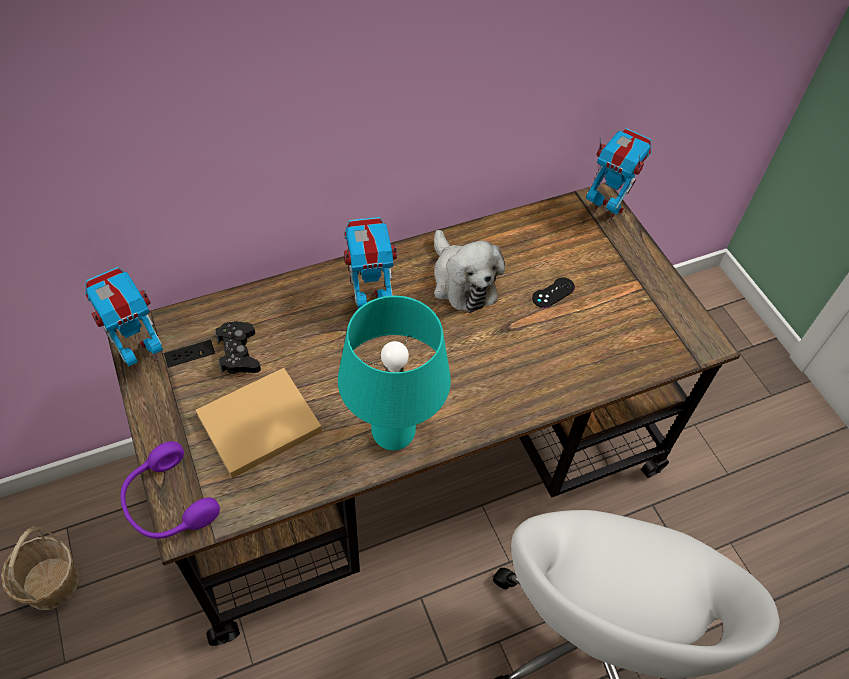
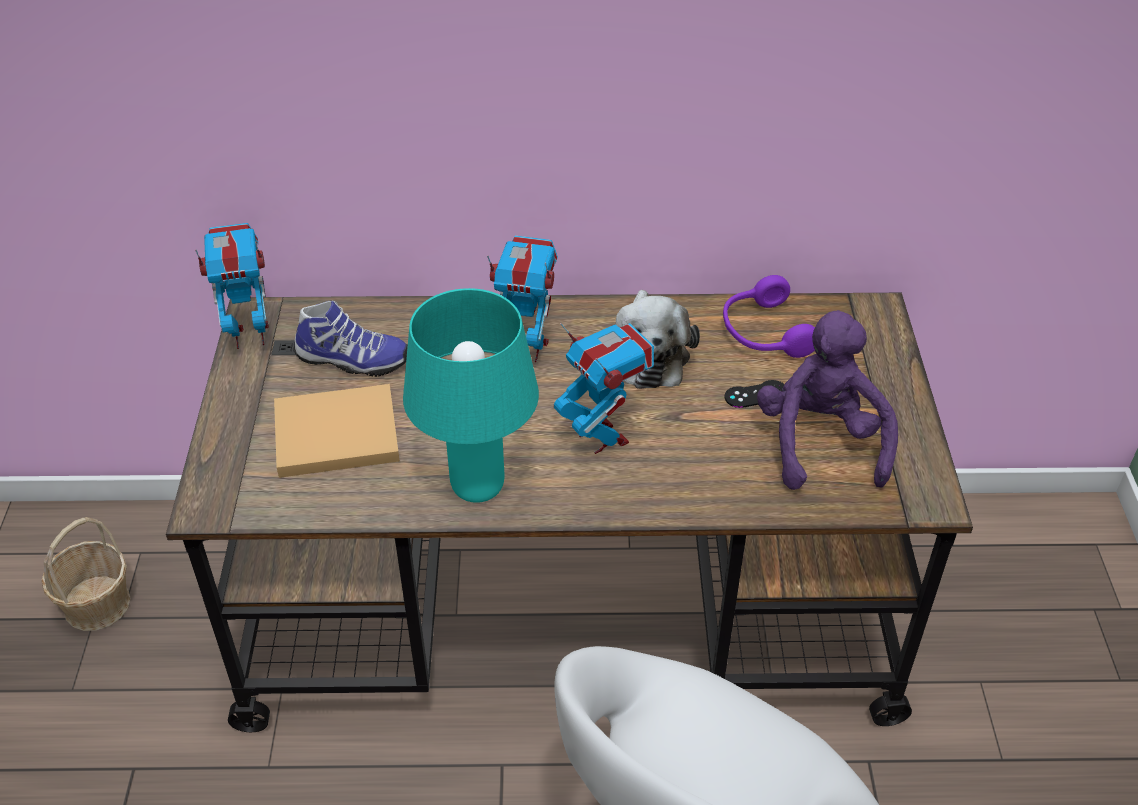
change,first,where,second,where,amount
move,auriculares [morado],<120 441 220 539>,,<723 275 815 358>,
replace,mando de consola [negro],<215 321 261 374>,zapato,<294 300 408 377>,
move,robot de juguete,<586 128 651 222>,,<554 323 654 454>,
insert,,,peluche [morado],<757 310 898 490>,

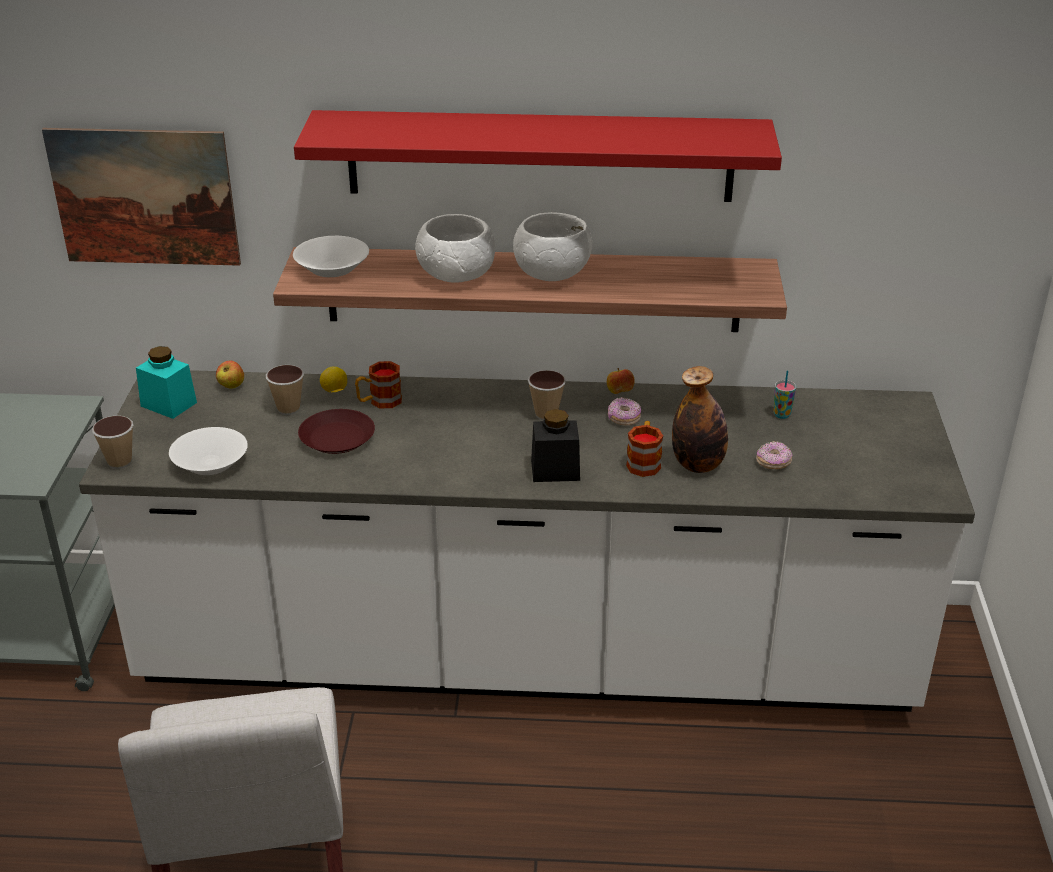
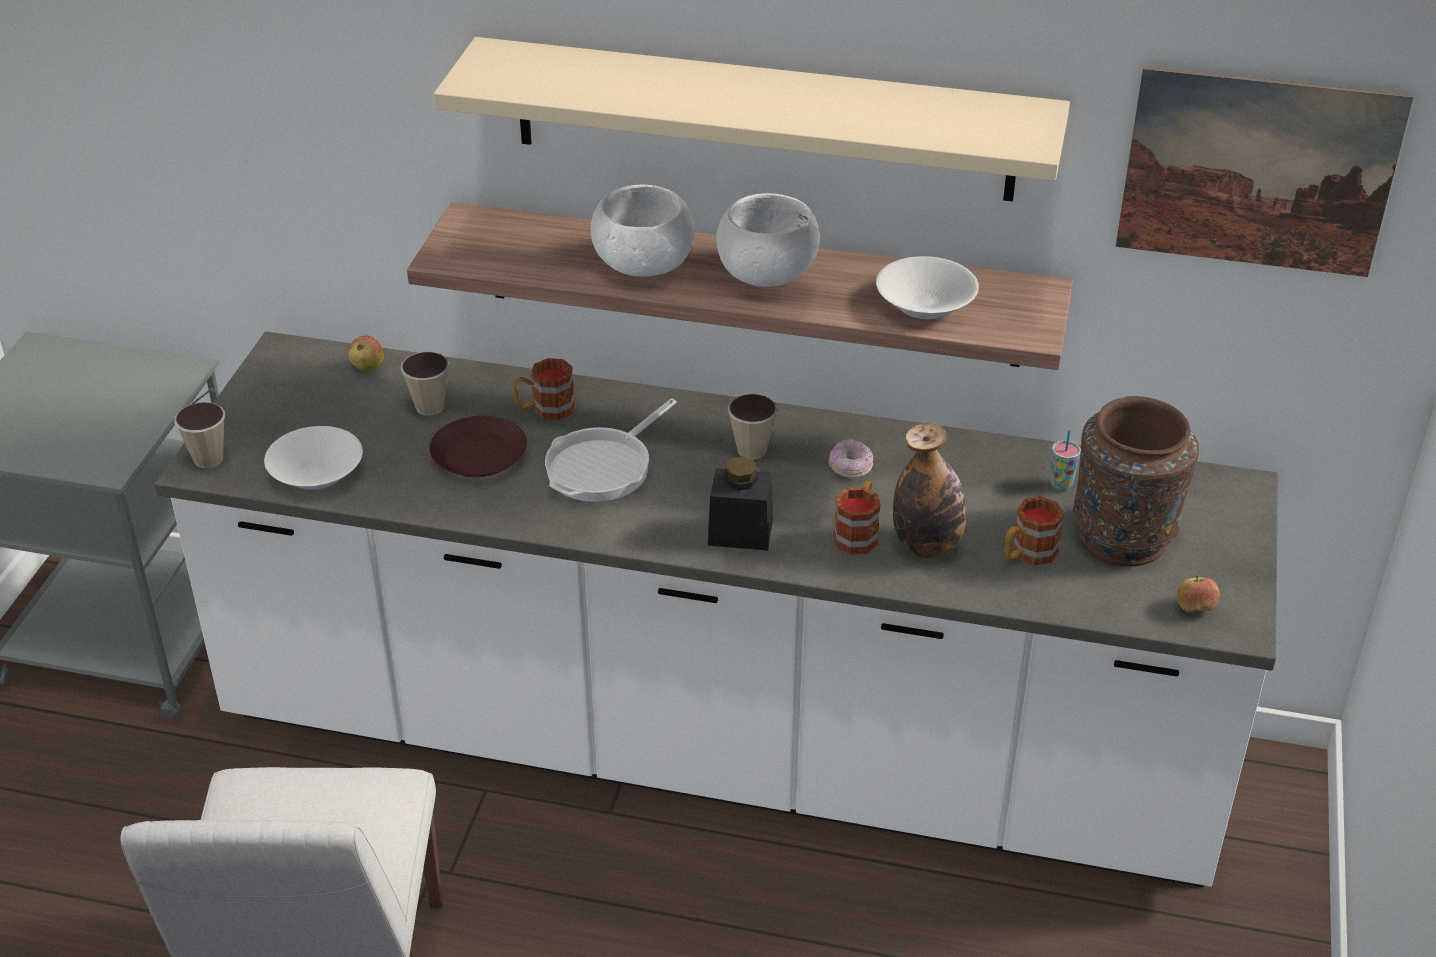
change,first,where,second,where,amount
move,cuadro,<42 128 241 266>,,<1116 66 1414 277>,
delete,tarro [turquesa],<136 346 197 419>,,,
move,cuenco [blanco],<293 236 369 277>,,<876 256 979 319>,
recolor,estante [rojo],<294 110 782 202>,estante [beis],<434 37 1070 202>,
delete,limón,<320 366 347 392>,,,
move,manzana,<607 368 635 394>,,<1177 575 1220 613>,
replace,rosquilla,<756 441 793 469>,taza grande,<1005 497 1064 565>,
insert,,,sartén,<545 398 677 502>,
insert,,,florero [marrón],<1073 396 1199 566>,

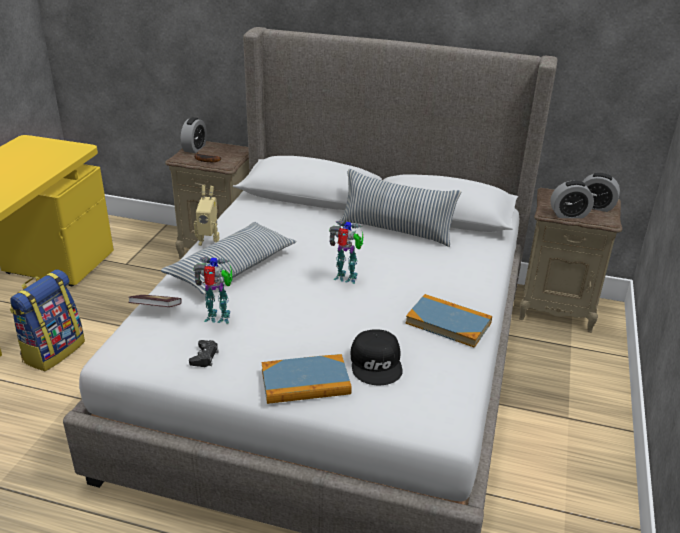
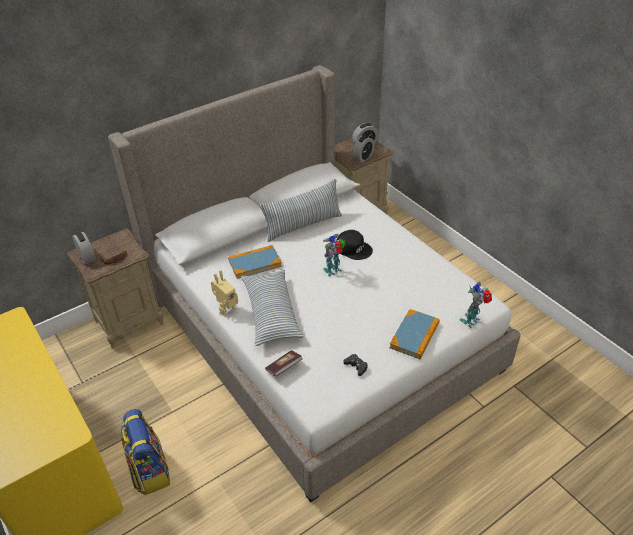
change,first,where,second,where,amount
move,robot de juguete,<193 257 233 324>,,<460 282 492 328>,
move,gorra [negro],<351 329 403 385>,,<337 230 373 260>,
move,libro,<405 294 492 348>,,<228 245 282 279>,

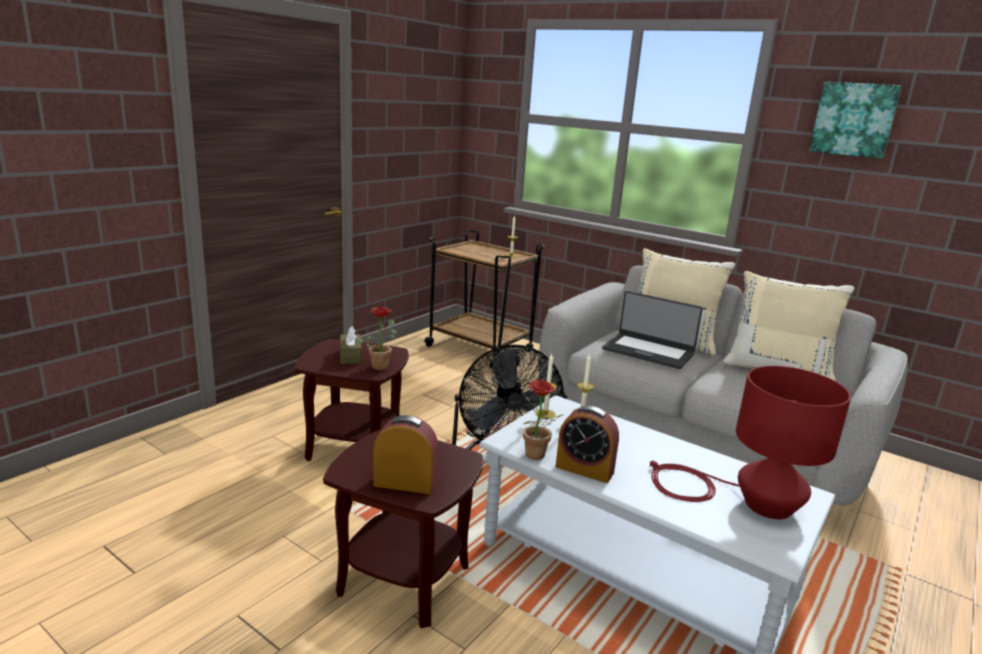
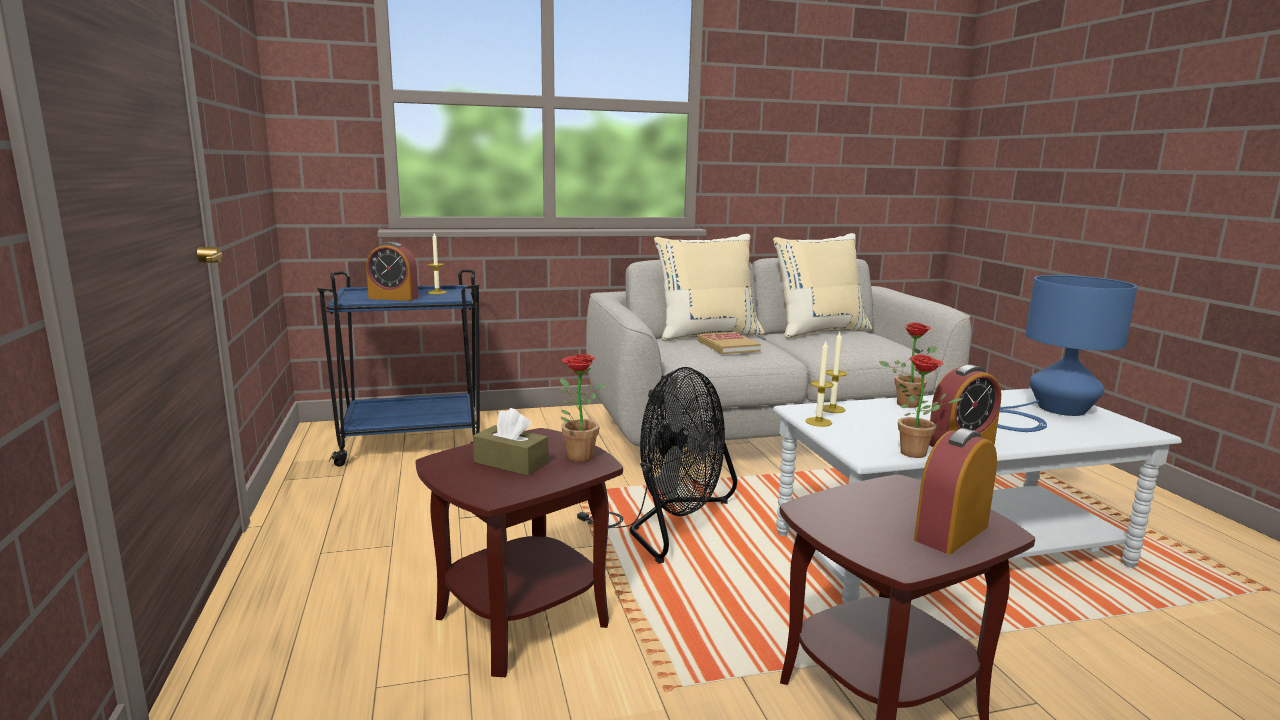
change,first,where,second,where,amount
recolor,carrito [marrón],<424 230 544 369>,carrito [azul],<317 270 480 466>,
replace,portátil,<602 291 703 369>,libro,<697 332 761 354>,
recolor,lámpara de mesa [rojo],<649 366 851 519>,lámpara de mesa [azul],<997 275 1137 432>,
delete,cuadro,<809 82 902 159>,,,
insert,,,despertador,<366 241 419 301>,
insert,,,planta en maceta,<879 322 937 408>,

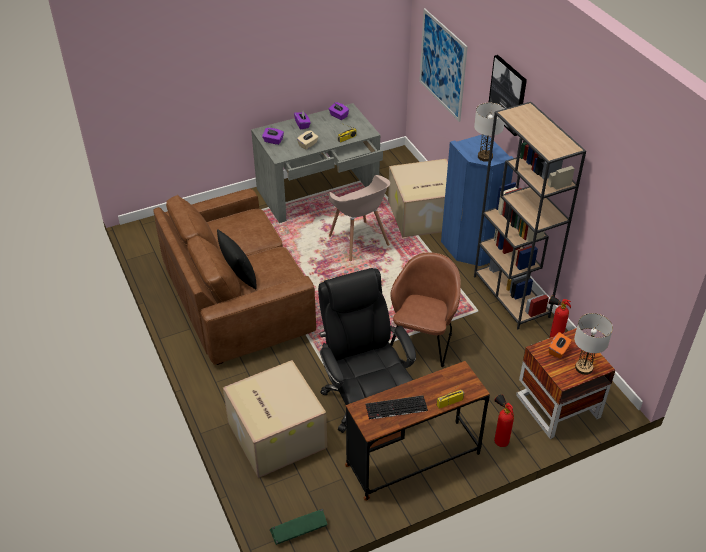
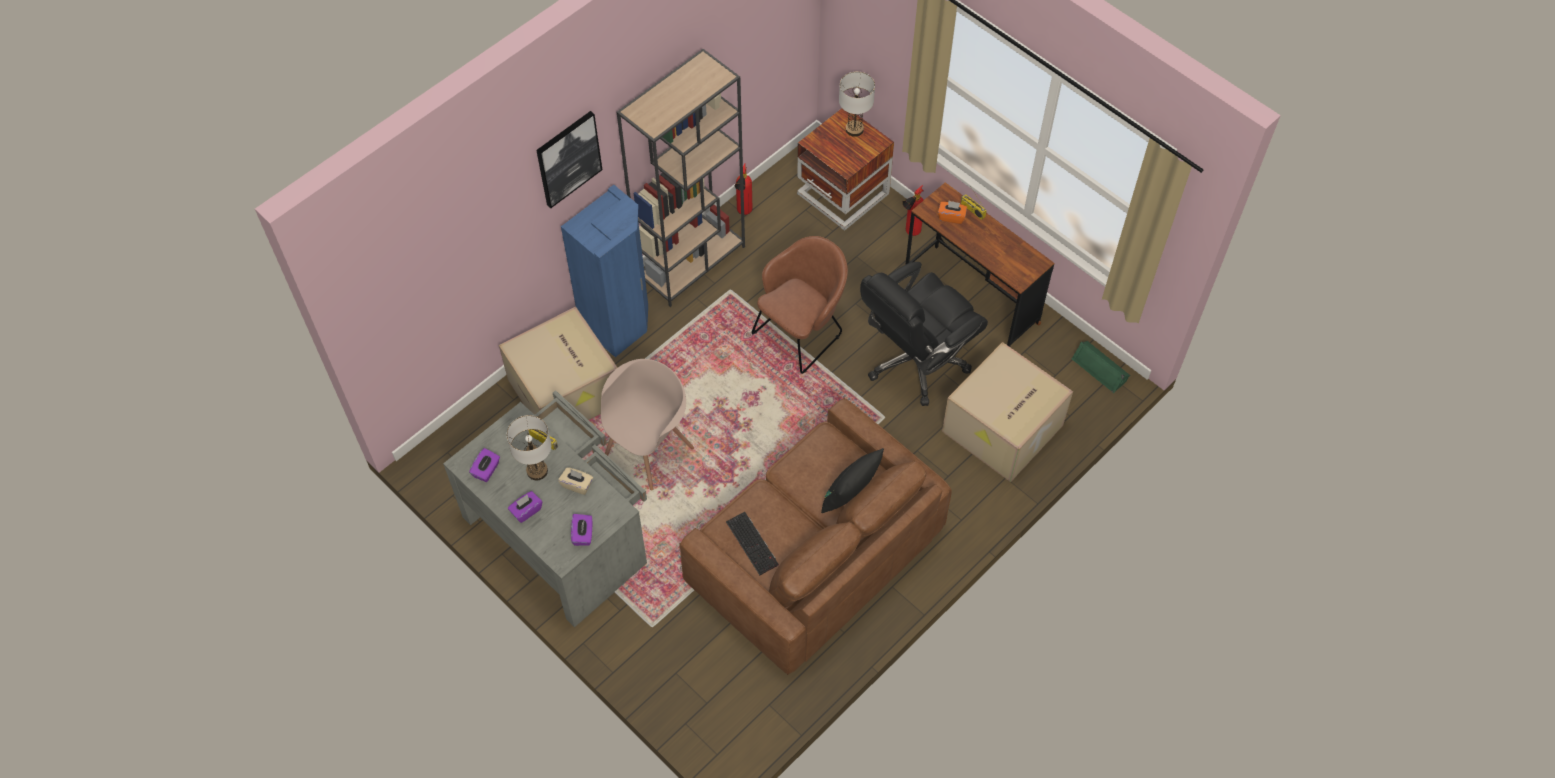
change,first,where,second,where,amount
move,teclado,<365 395 428 420>,,<726 512 779 575>,
rotate,sillón [marrón],<390 252 461 367>,,<751 236 848 374>,135 degrees clockwise
delete,cuadro,<419 8 468 122>,,,
move,lámpara de mesa,<474 103 505 162>,,<507 415 551 480>,
move,caja de pañuelos [naranja],<549 332 572 359>,,<938 200 967 224>,

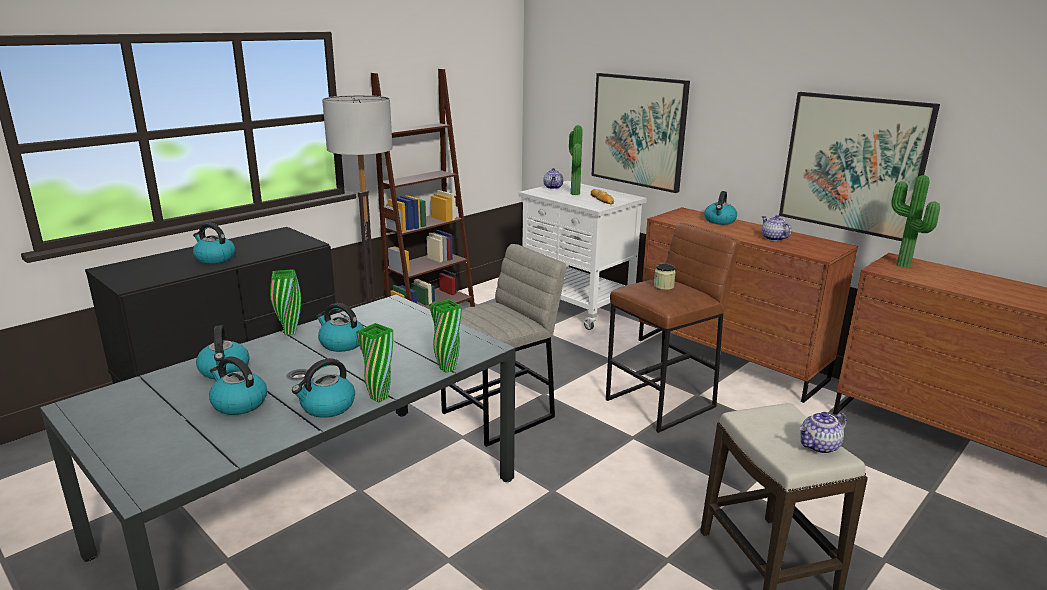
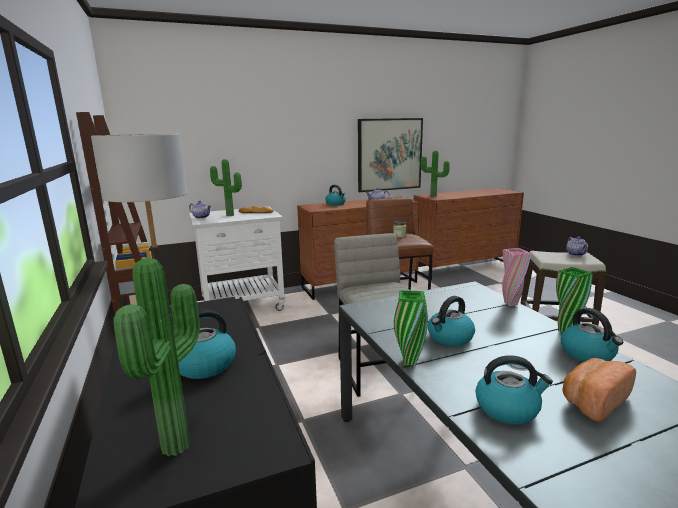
change,first,where,second,where,amount
replace,hervidor,<209 356 267 415>,pan,<563 358 636 421>,
recolor,florero [verde],<429 299 462 373>,florero [rosa],<502 248 531 306>,
delete,cuadro,<591 73 690 193>,,,
insert,,,planta en maceta,<113 258 200 456>,

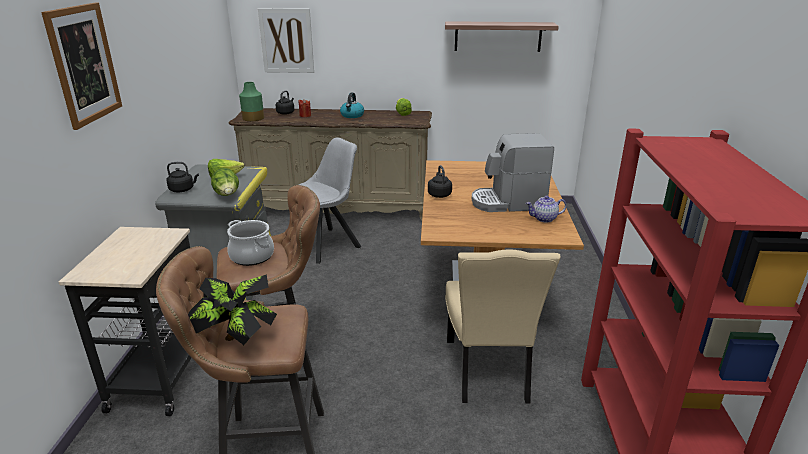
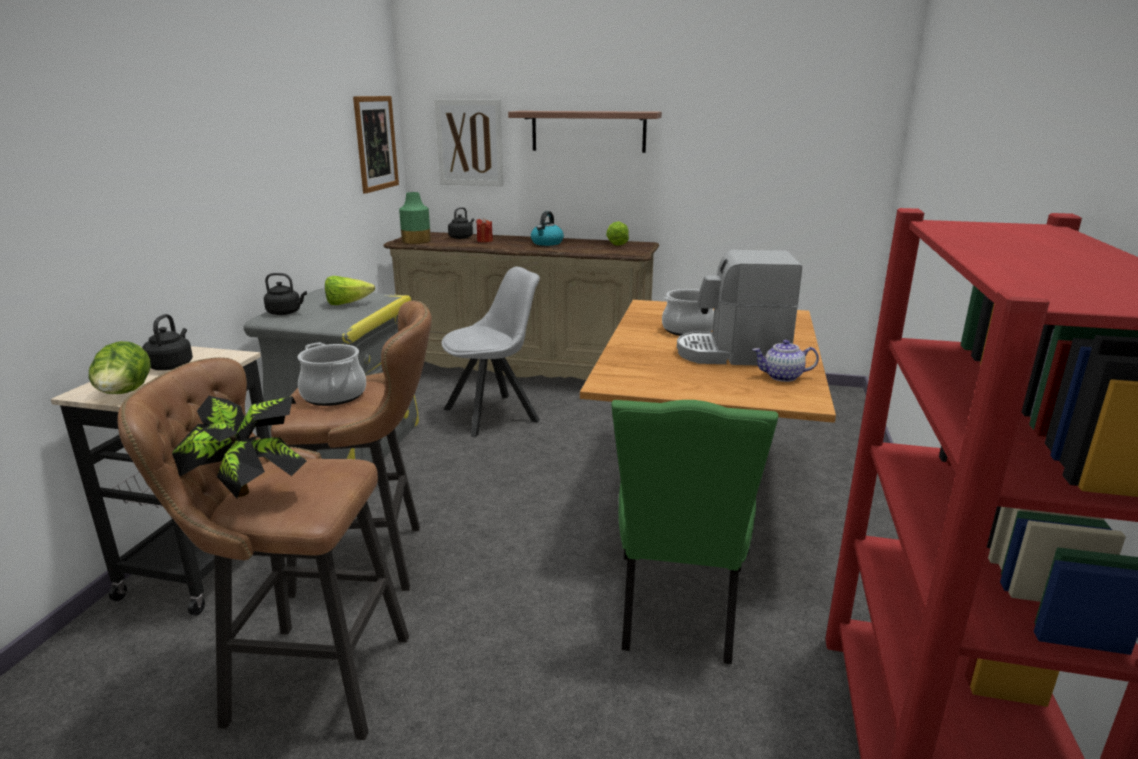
change,first,where,second,where,amount
move,cuadro,<41 2 122 130>,,<353 96 399 194>,
move,lechuga,<211 168 239 196>,,<89 341 151 394>,
move,hervidor [negro],<428 165 452 198>,,<142 314 193 370>,
move,estante,<445 21 559 52>,,<508 111 662 153>,
recolor,silla [beis],<445 249 561 403>,silla [verde],<611 400 779 664>,
insert,,,olla,<662 289 714 336>,

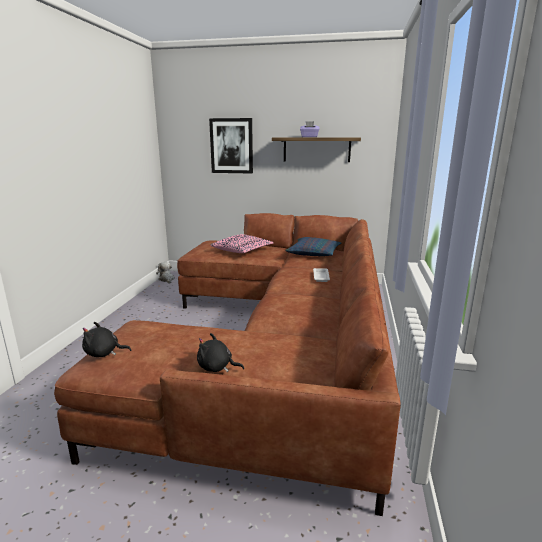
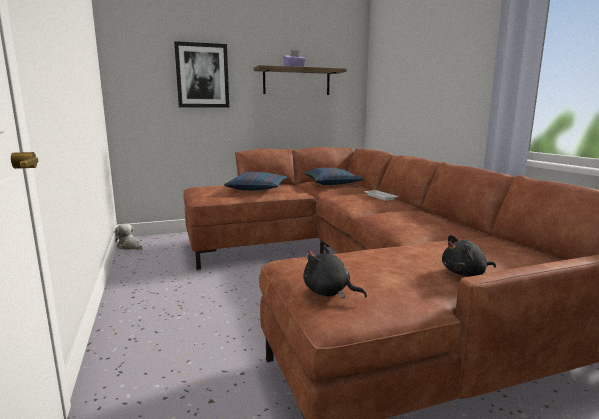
change,first,where,second,where,amount
rotate,peluche [negro],<82 322 131 357>,,<303 246 367 298>,60 degrees clockwise
recolor,cojín [rosa],<210 234 274 253>,cojín [azul],<224 172 287 190>,

